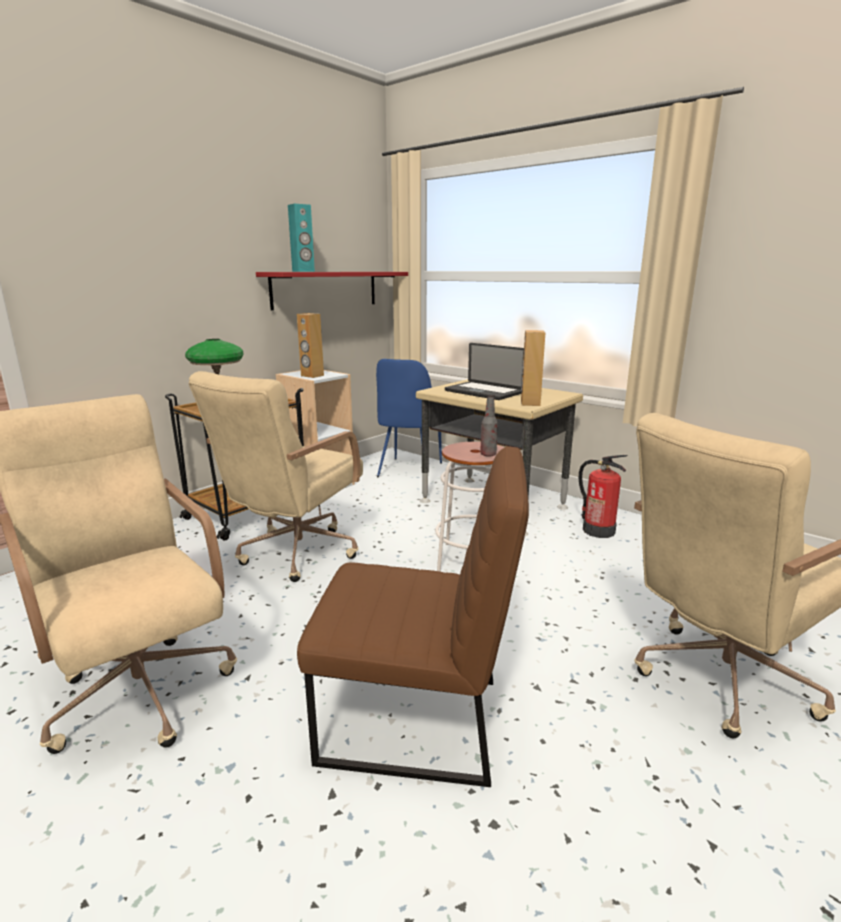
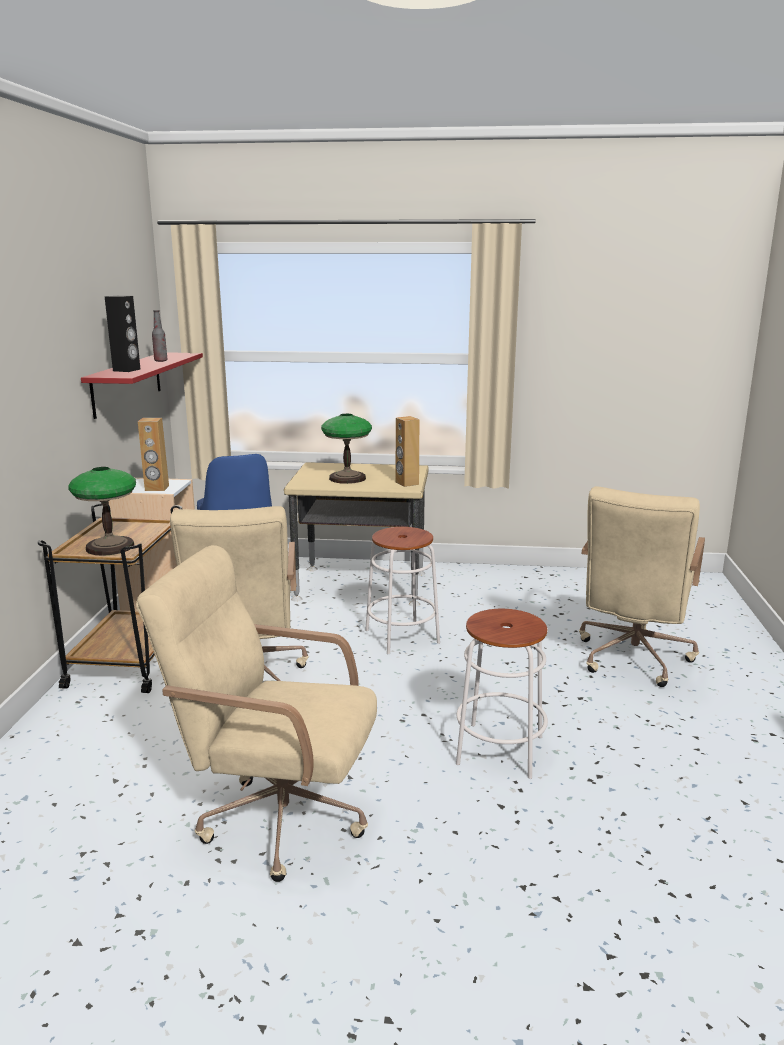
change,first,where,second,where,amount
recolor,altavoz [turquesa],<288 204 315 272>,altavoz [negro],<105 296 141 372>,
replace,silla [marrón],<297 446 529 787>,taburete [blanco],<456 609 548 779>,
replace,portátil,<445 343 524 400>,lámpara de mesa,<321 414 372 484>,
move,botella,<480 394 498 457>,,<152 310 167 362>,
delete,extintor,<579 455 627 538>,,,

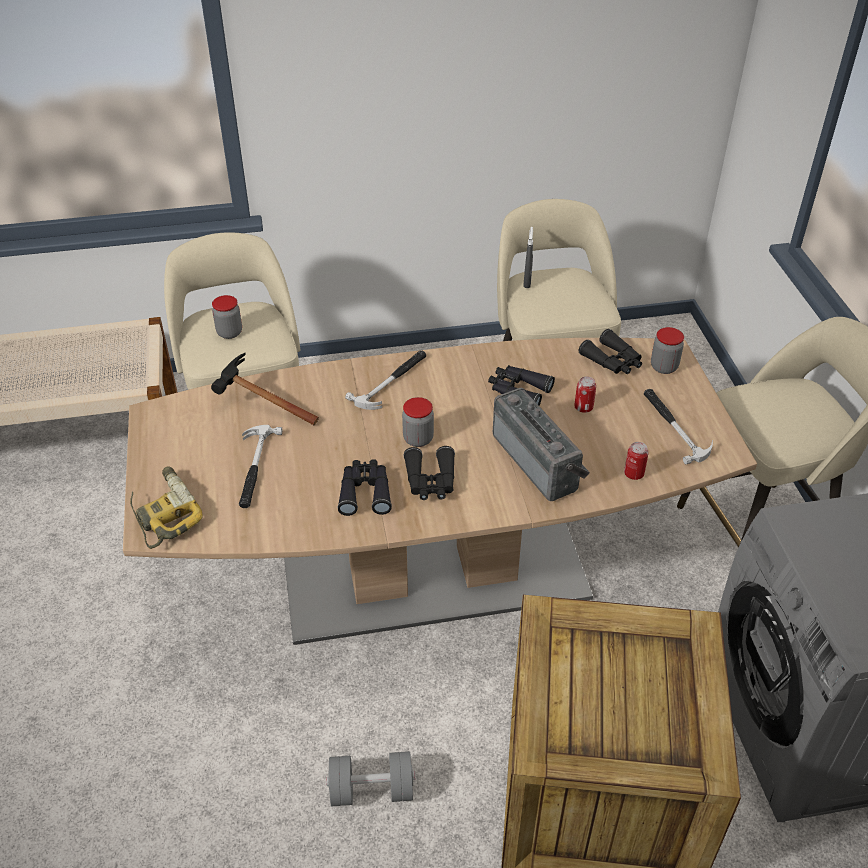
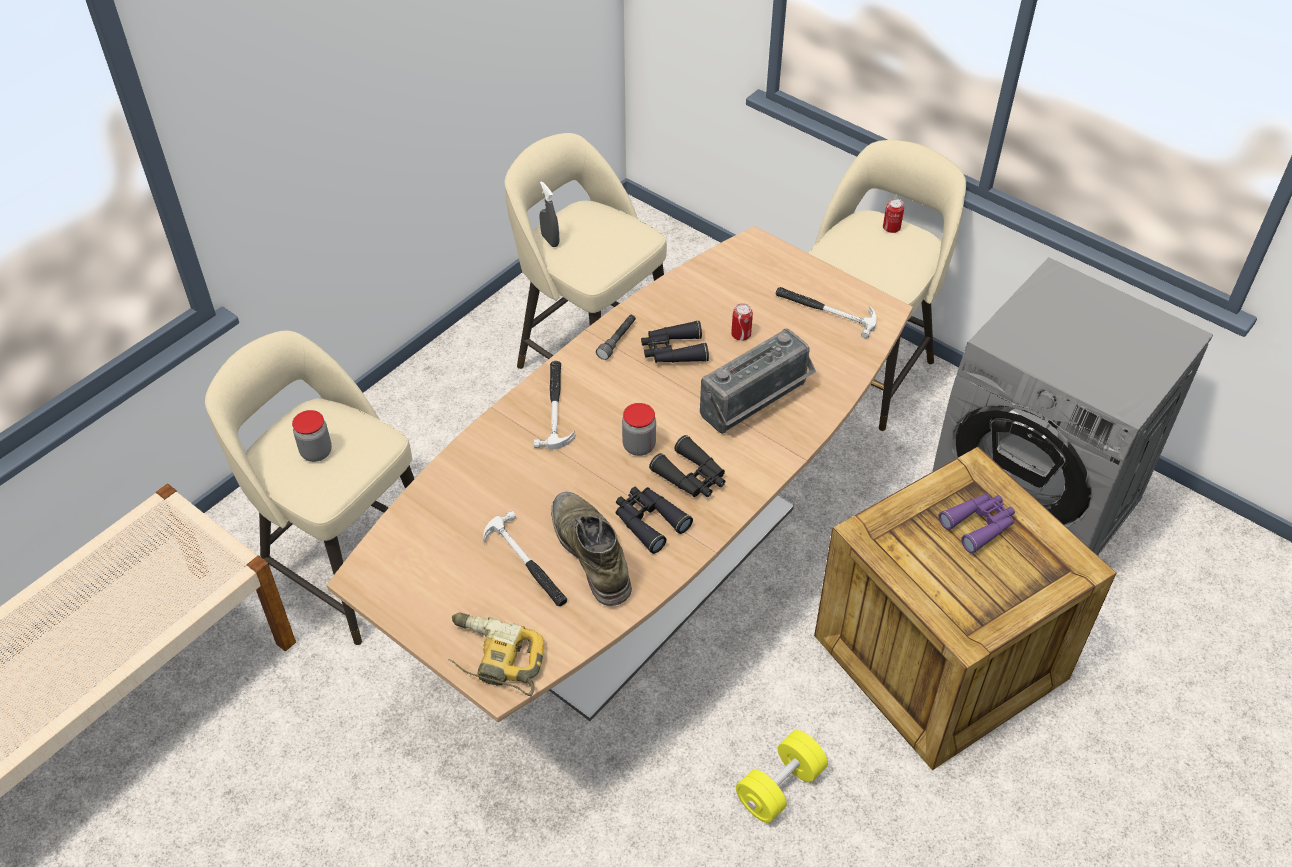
change,first,where,second,where,amount
delete,martillo,<211 353 319 425>,,,
recolor,mancuerna [gris],<326 751 415 806>,mancuerna [amarillo],<736 730 828 823>,
rotate,radio,<493 388 590 501>,,<700 328 816 434>,120 degrees clockwise
delete,prismáticos [negro],<579 329 642 374>,,,
move,lata,<624 442 649 480>,,<883 198 904 233>,
delete,tarro,<651 327 684 374>,,,
insert,,,bota [verde],<551 492 632 606>,
insert,,,linterna [gris],<596 315 636 360>,
insert,,,prismáticos [morado],<938 493 1015 554>,

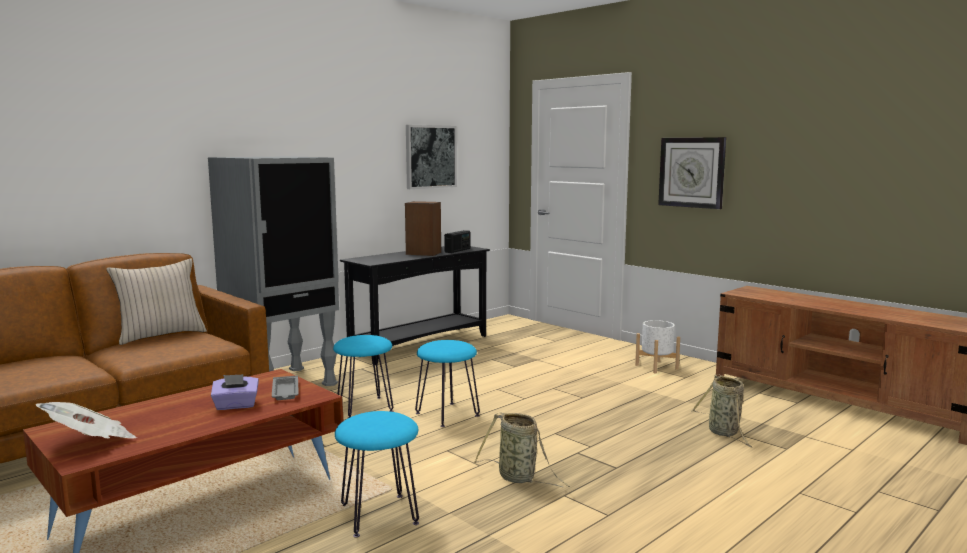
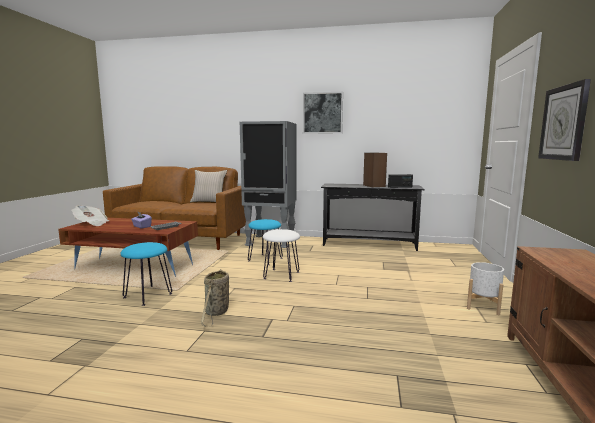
change,first,where,second,where,amount
move,cuadro,<406 125 457 189>,,<303 92 343 134>,
recolor,taburete [turquesa],<415 340 480 427>,taburete [blanco],<263 229 300 282>,
delete,cesta,<691 374 752 447>,,,

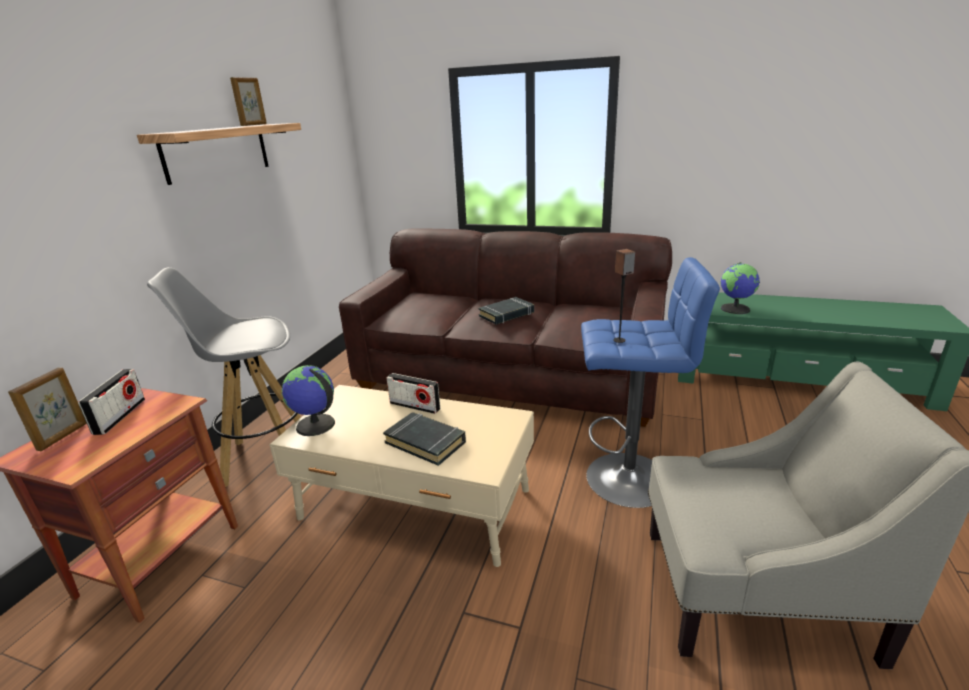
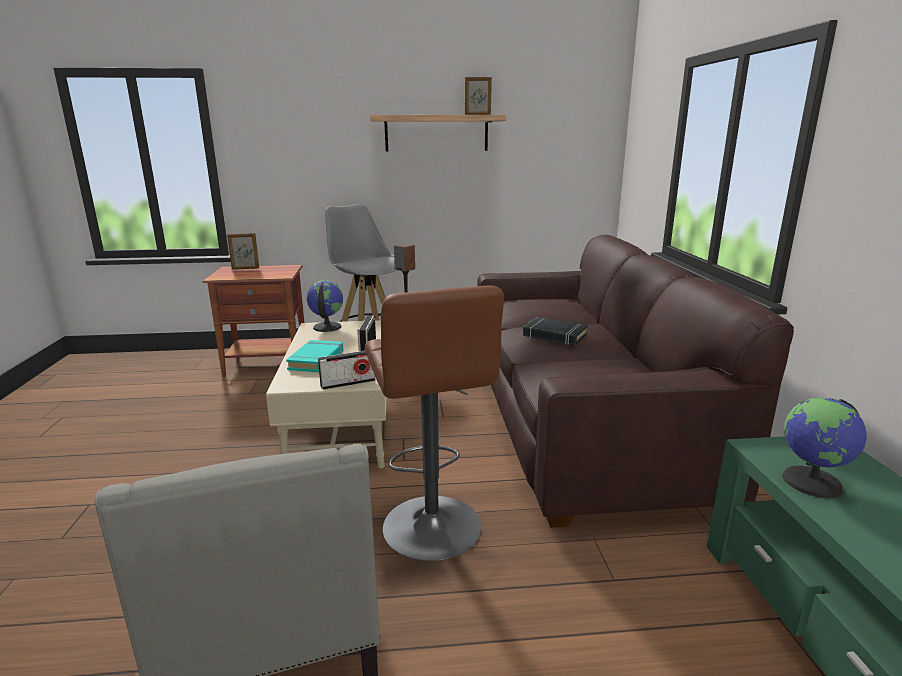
change,first,where,second,where,amount
move,radio,<78 369 145 435>,,<318 351 375 390>,
recolor,libro [negro],<383 412 466 466>,libro [turquesa],<286 340 344 372>,
recolor,taburete [azul],<581 257 720 508>,taburete [marrón],<365 285 504 561>,

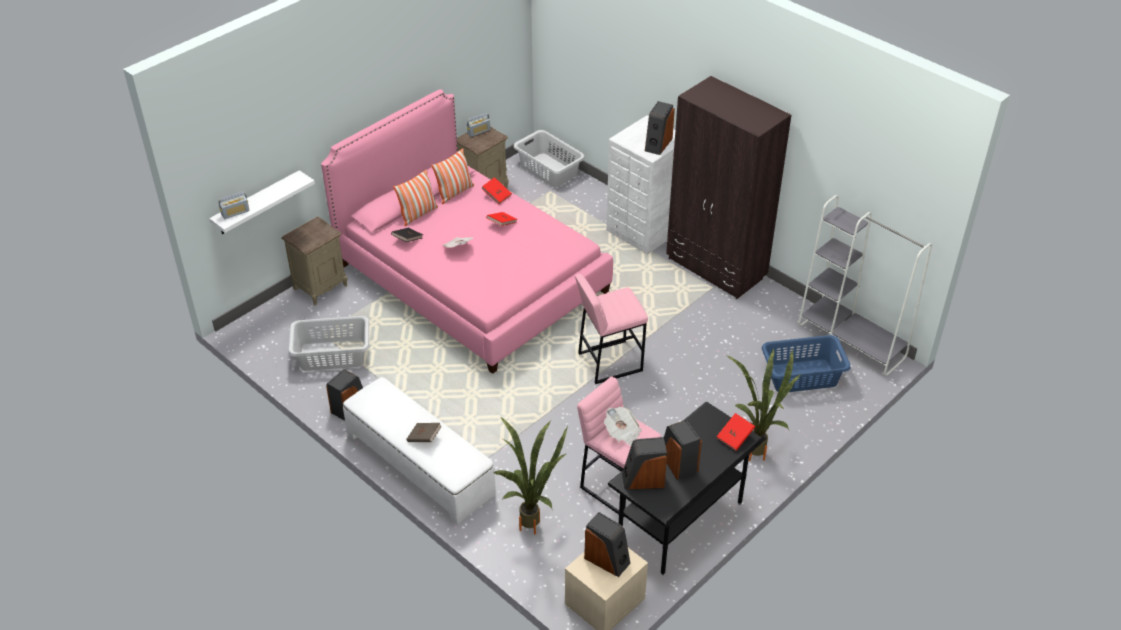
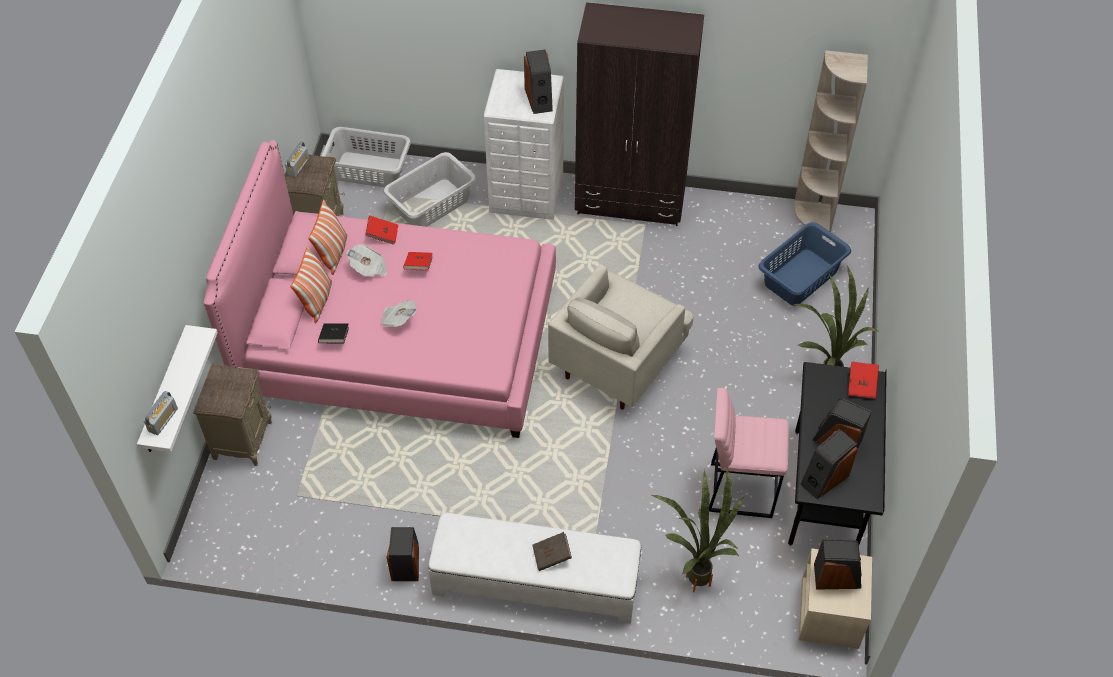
change,first,where,second,where,amount
move,cesto de la ropa [gris],<289 316 369 371>,,<383 152 476 227>,
replace,taburete [rosa],<575 274 648 384>,sillón [beis],<548 264 694 410>,
move,periódico,<604 407 642 446>,,<346 244 387 277>,
replace,perchero [gris],<798 195 932 376>,estantería [beis],<794 50 868 232>,

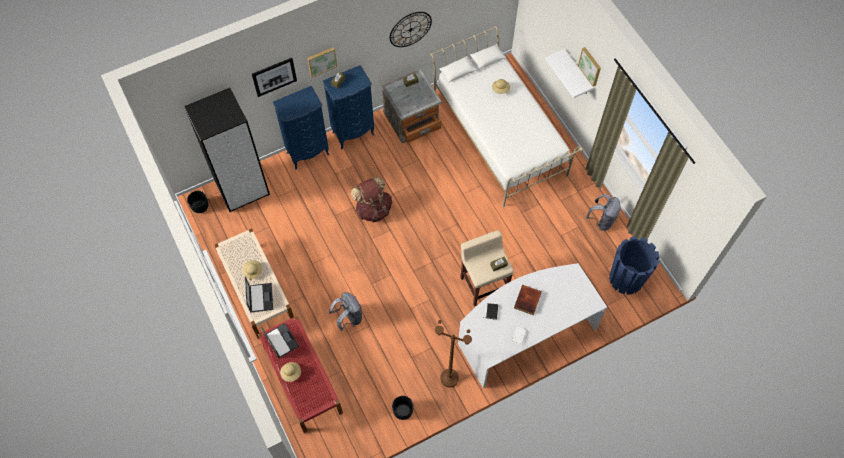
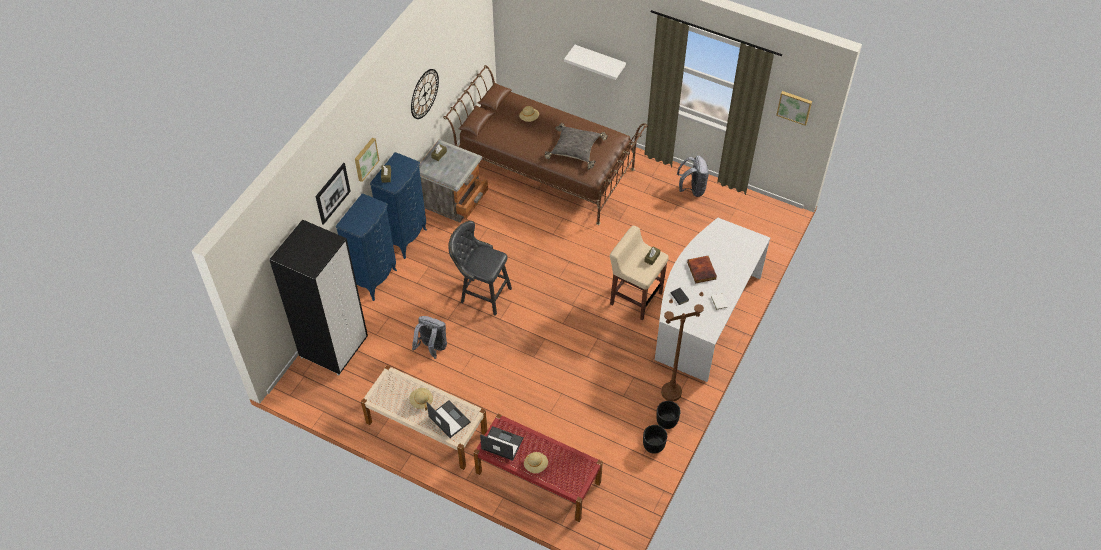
change,first,where,second,where,amount
move,maceta [negro],<187 191 209 213>,,<656 401 681 429>,
move,mochila [gris],<329 292 362 331>,,<412 316 447 359>,
replace,mochila [marrón],<351 177 392 222>,taburete [gris],<448 221 512 316>,
recolor,cama [blanco],<430 26 583 207>,cama [marrón],<443 65 648 225>,
move,cuadro,<578 47 601 86>,,<776 91 812 126>,
delete,maceta [azul],<609 237 660 295>,,,
insert,,,cojín,<545 123 608 170>,

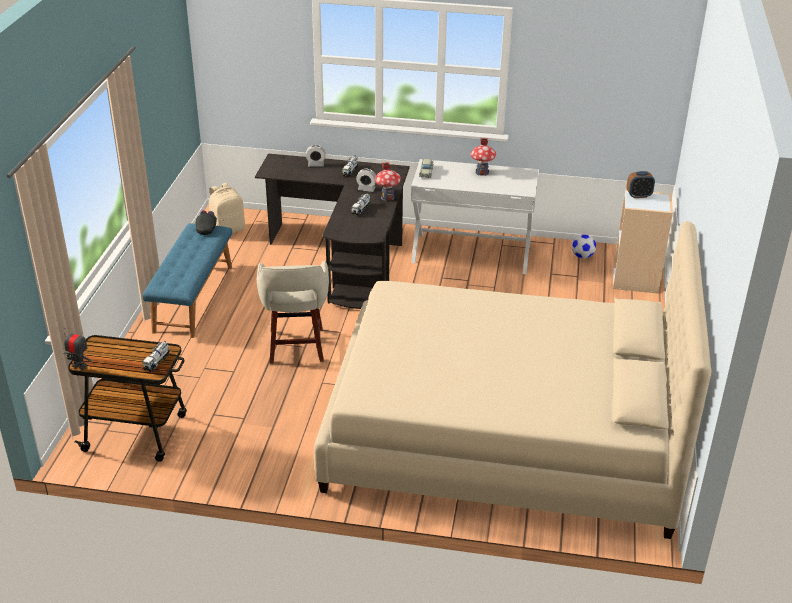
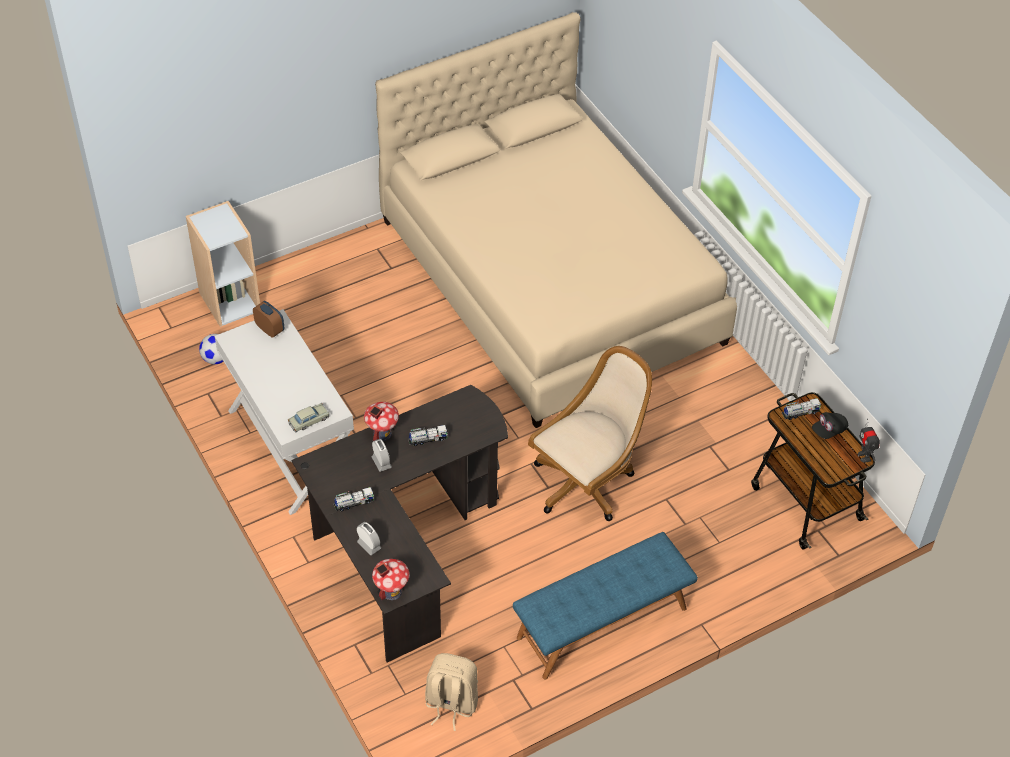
change,first,where,second,where,amount
move,gorra [negro],<196 210 217 235>,,<812 412 848 439>,
replace,taburete [beis],<257 261 329 364>,silla de oficina,<528 346 652 521>,
move,casita,<471 138 496 176>,,<372 559 410 600>,
move,despertador,<627 171 655 198>,,<253 301 284 338>,

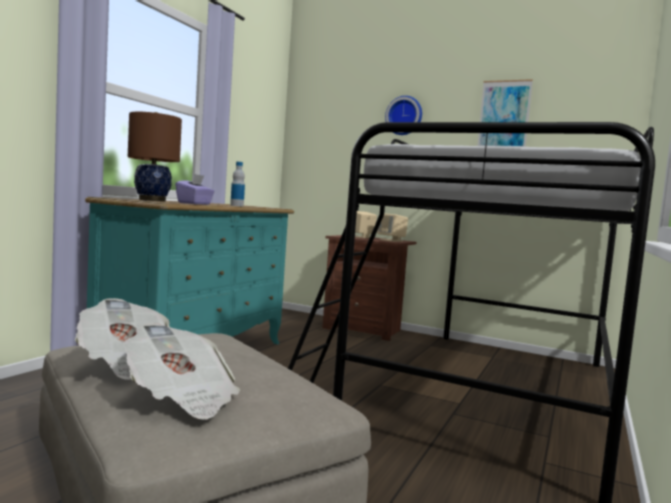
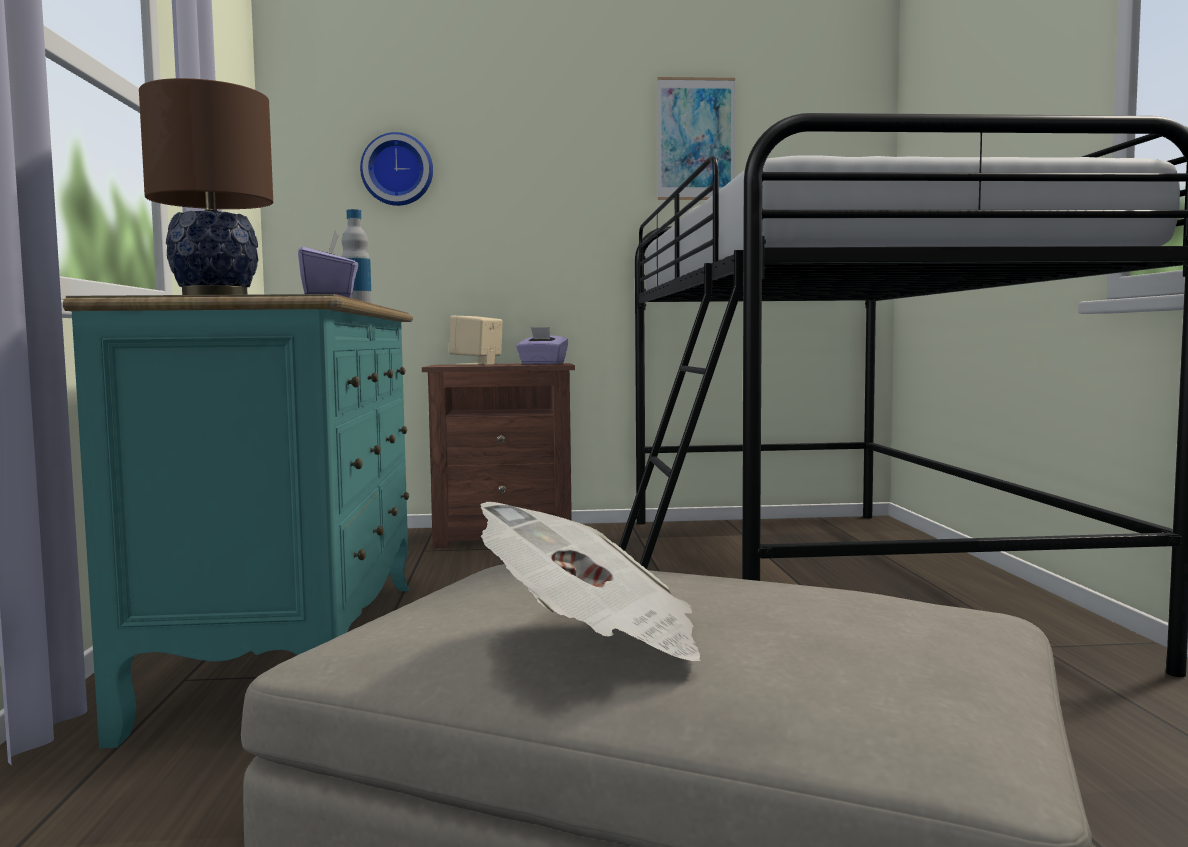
change,first,where,second,where,amount
delete,periódico,<123 323 240 420>,,,
replace,altavoz [beis],<377 213 408 242>,caja de pañuelos [morado],<516 327 569 364>,
move,reloj de pared,<385 96 422 135>,,<360 132 433 206>,

